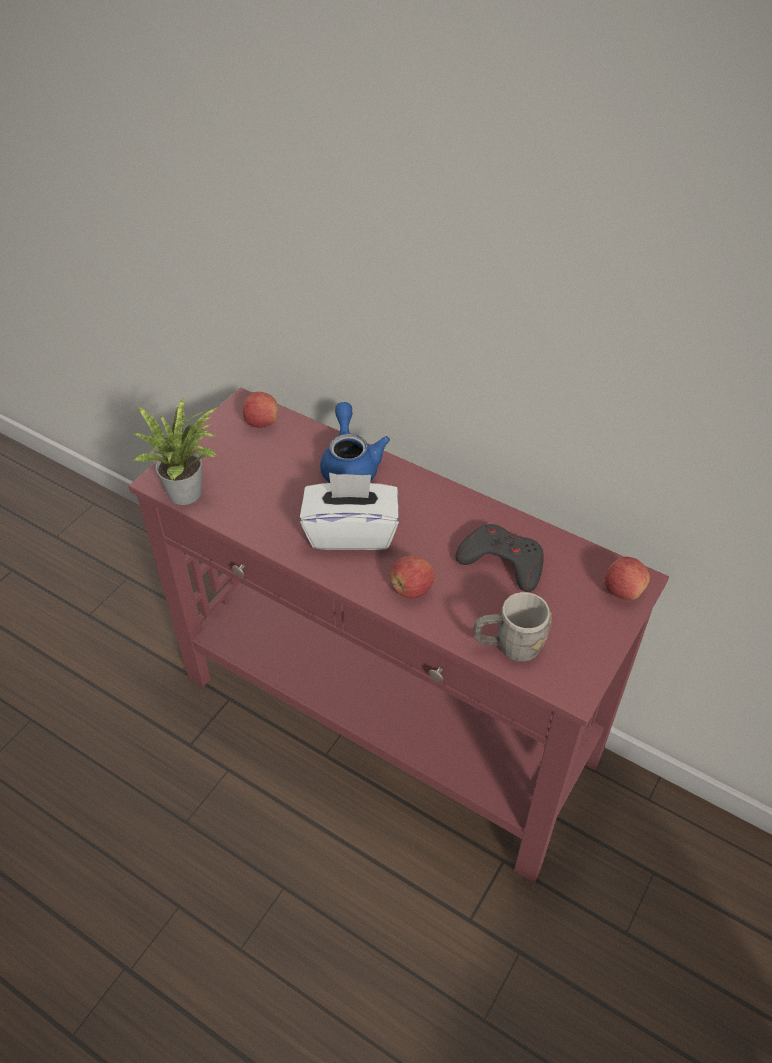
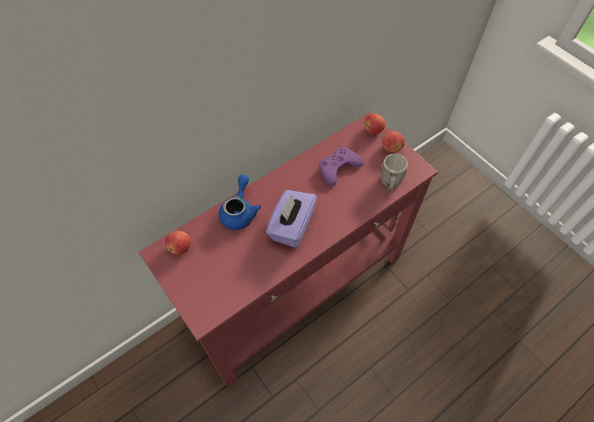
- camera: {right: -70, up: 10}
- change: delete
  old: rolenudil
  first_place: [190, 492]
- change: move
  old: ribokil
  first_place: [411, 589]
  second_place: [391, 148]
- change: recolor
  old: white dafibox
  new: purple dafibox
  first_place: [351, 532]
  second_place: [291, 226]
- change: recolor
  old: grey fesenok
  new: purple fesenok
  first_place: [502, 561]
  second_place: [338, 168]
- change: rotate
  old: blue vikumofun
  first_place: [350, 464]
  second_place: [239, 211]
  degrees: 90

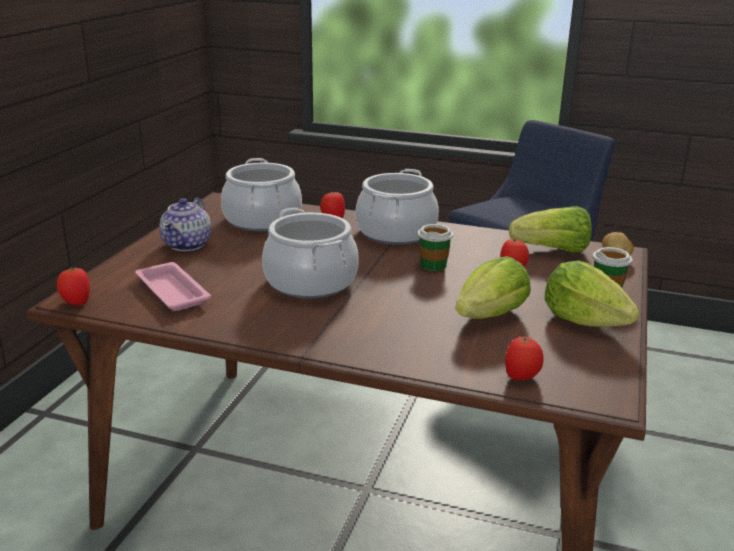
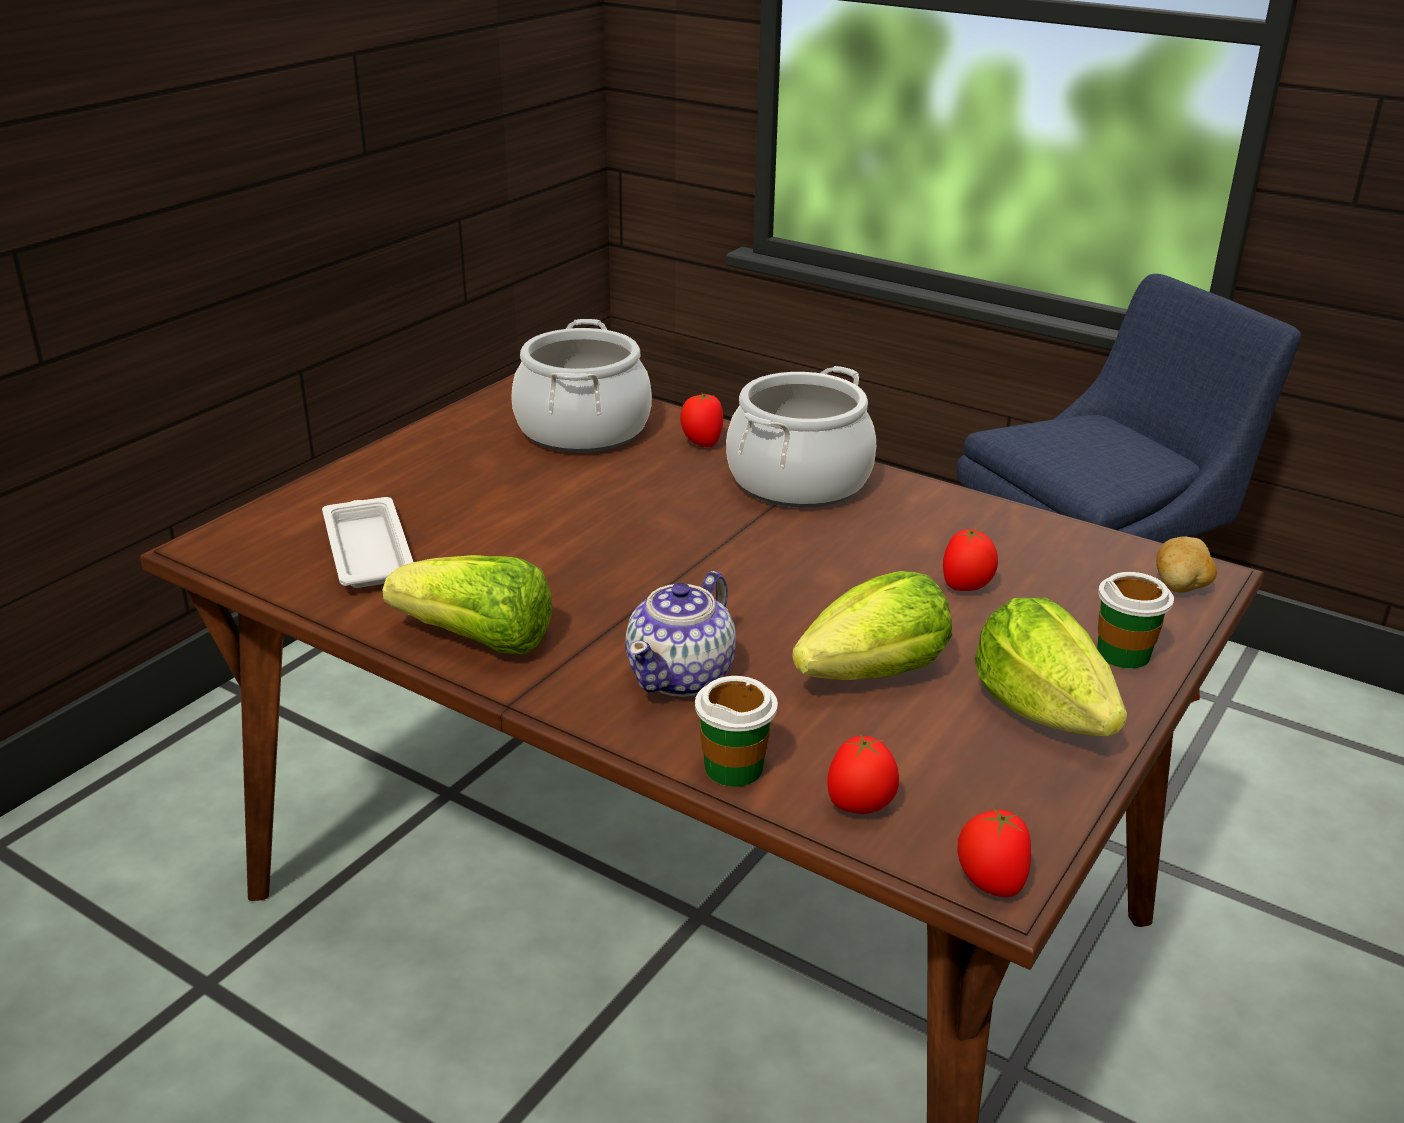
- camera: {right: 15, up: 5}
- change: delete
  old: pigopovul
  first_place: [310, 282]
- change: move
  old: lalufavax
  first_place: [76, 303]
  second_place: [989, 884]
- change: move
  old: vikumofun
  first_place: [188, 244]
  second_place: [682, 675]
- change: move
  old: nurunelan
  first_place: [433, 265]
  second_place: [734, 767]
- change: move
  old: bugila
  first_place: [552, 251]
  second_place: [478, 641]
- change: recolor
  old: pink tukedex
  new: white tukedex
  first_place: [172, 291]
  second_place: [368, 550]

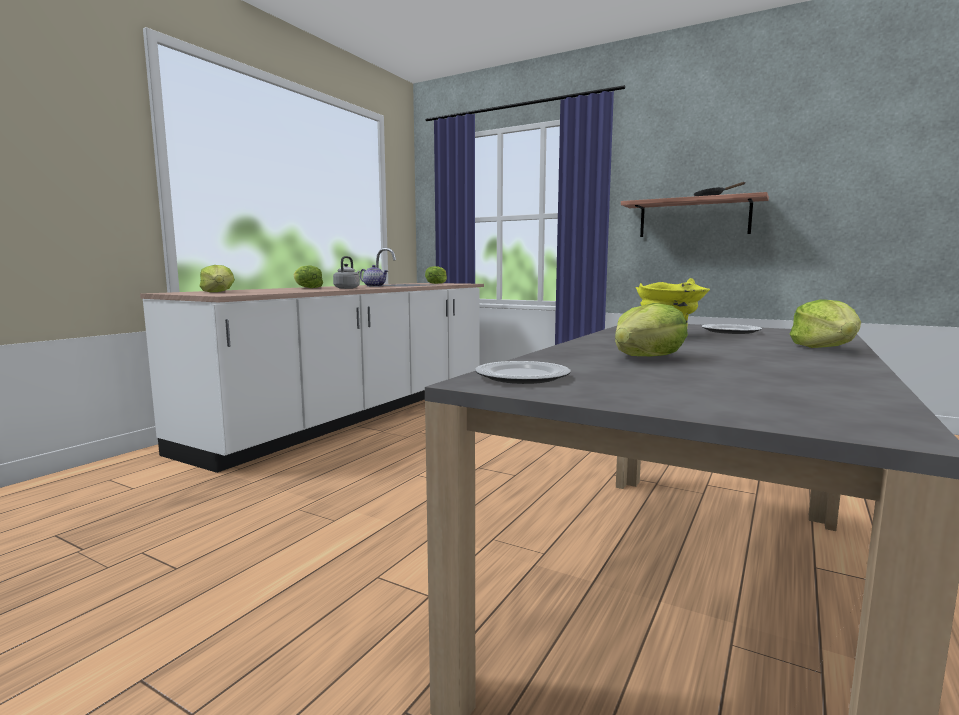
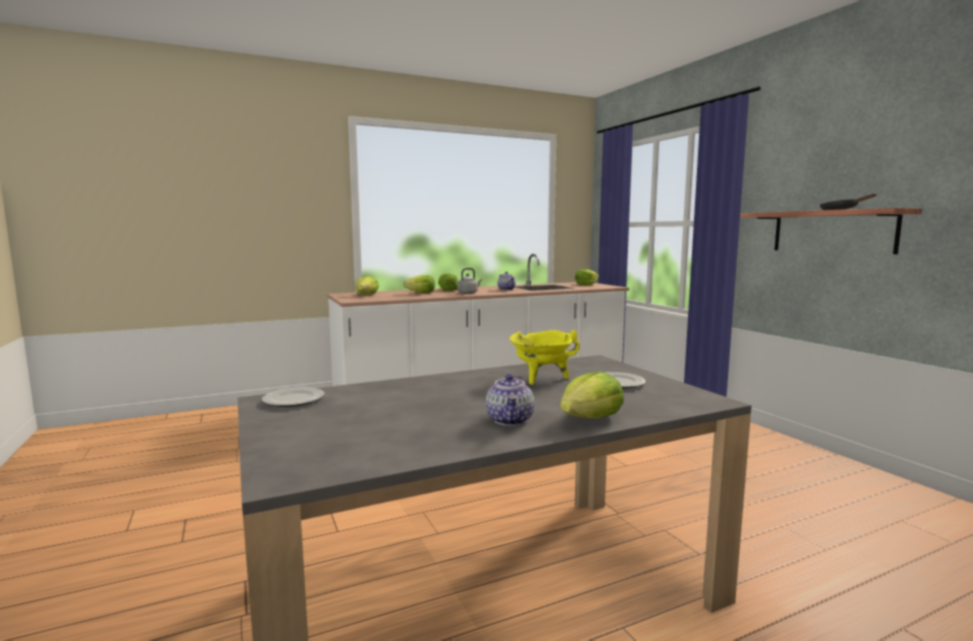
- camera: {right: 35, up: 0}
- change: insert
  new: vikumofun
  second_place: [510, 420]
- change: move
  old: bugila
  first_place: [646, 358]
  second_place: [421, 293]

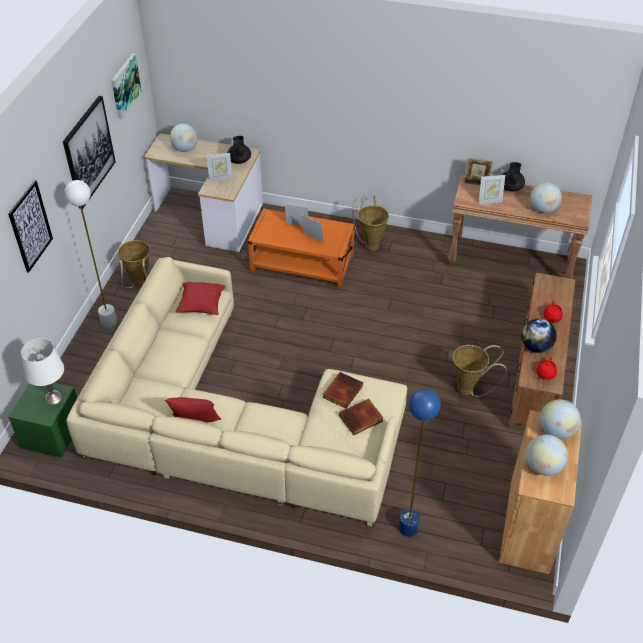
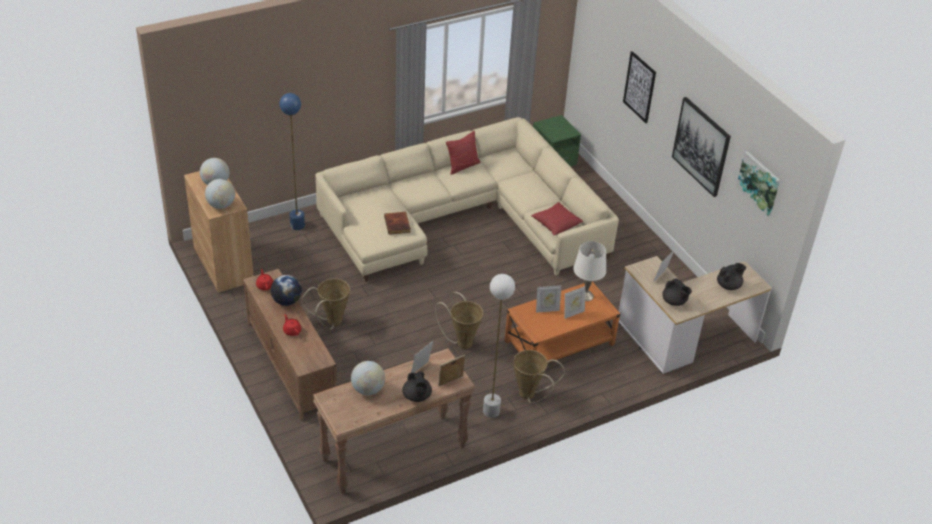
- camera: {right: 135, up: -5}
- change: delete
  old: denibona
  first_place: [361, 419]
- change: move
  old: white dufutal
  first_place: [53, 397]
  second_place: [586, 295]
- change: move
  old: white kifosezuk
  first_place: [109, 321]
  second_place: [491, 411]
- change: move
  old: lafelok
  first_place: [140, 285]
  second_place: [462, 342]
- change: replace
  old: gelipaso
  new: black vikumofun
  first_place: [185, 149]
  second_place: [729, 285]

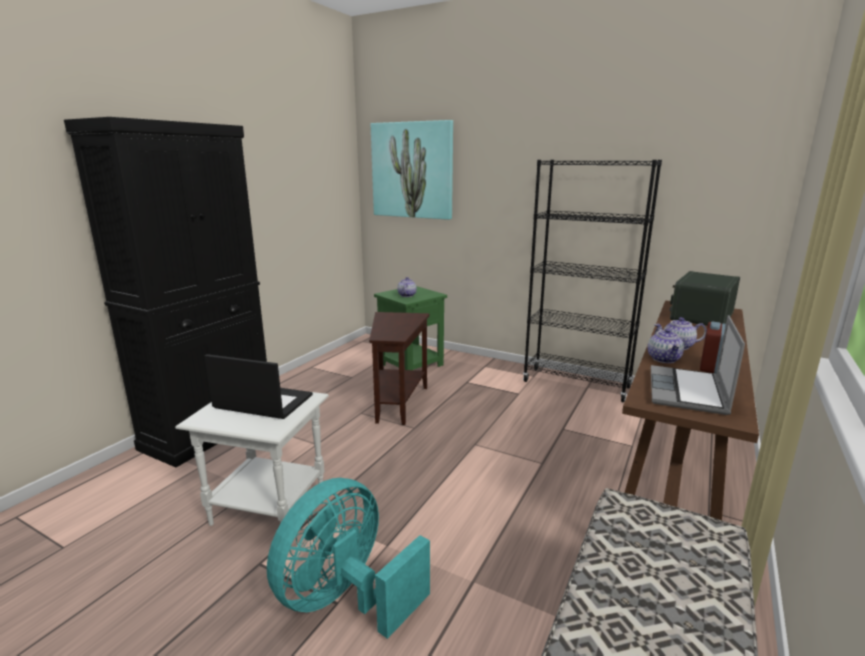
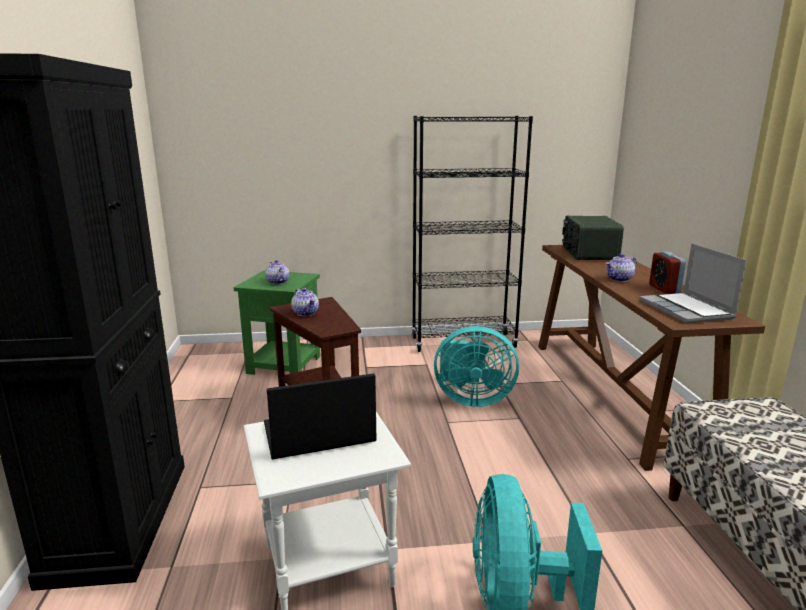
- camera: {right: -35, up: 0}
- change: delete
  old: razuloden
  first_place: [412, 170]
- change: insert
  new: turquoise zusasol
  second_place: [471, 399]
- change: move
  old: vikumofun
  first_place: [664, 359]
  second_place: [306, 313]

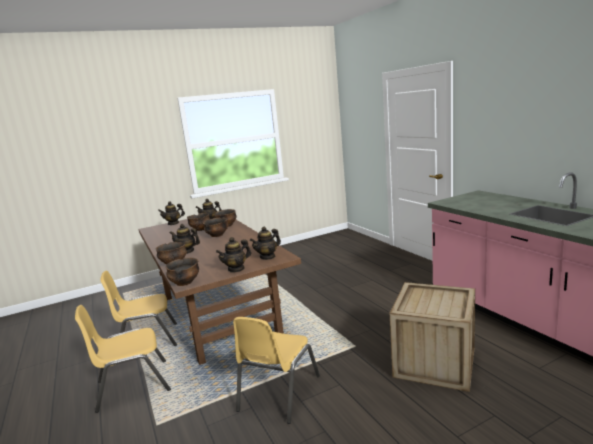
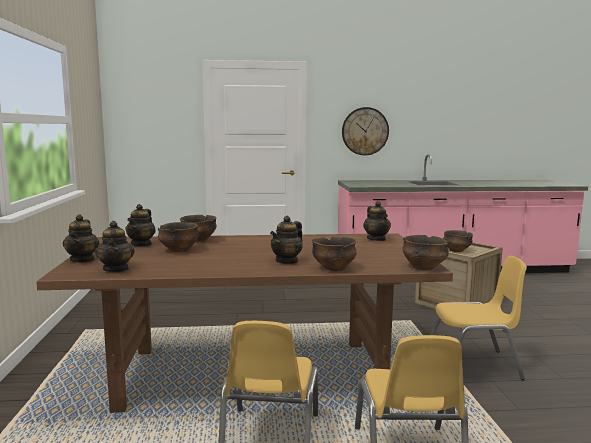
- camera: {right: -70, up: -5}
- change: insert
  new: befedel
  second_place: [365, 131]
- change: move
  old: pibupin
  first_place: [217, 235]
  second_place: [456, 250]
- change: move
  old: vikumofun
  first_place: [236, 269]
  second_place: [116, 269]
- change: rotate
  old: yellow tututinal
  first_place: [278, 393]
  second_place: [472, 365]
  degrees: -45

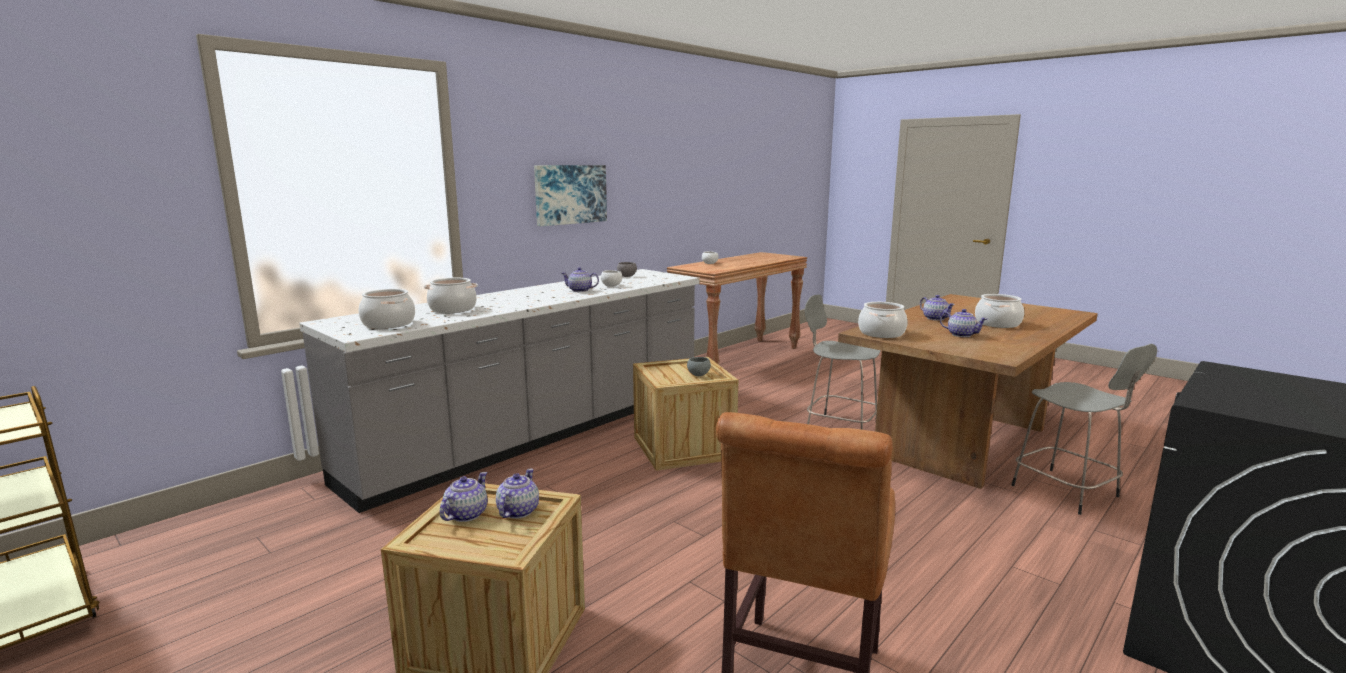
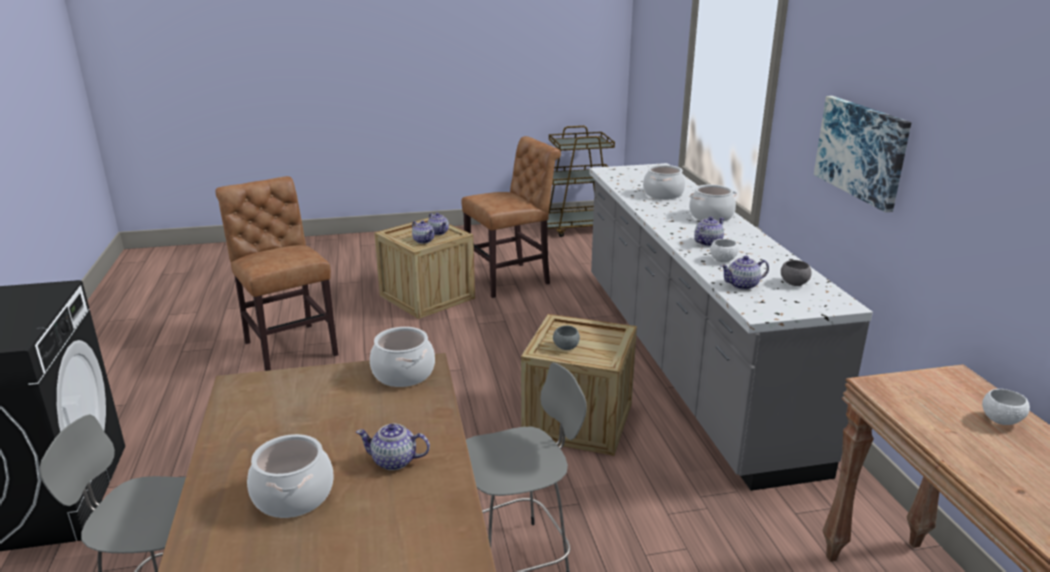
- camera: {right: 125, up: 10}
- change: insert
  new: brown tututinal
  second_place: [512, 279]
- change: move
  old: pigopovul
  first_place: [389, 324]
  second_place: [711, 216]
- change: move
  old: vikumofun
  first_place: [961, 335]
  second_place: [743, 285]

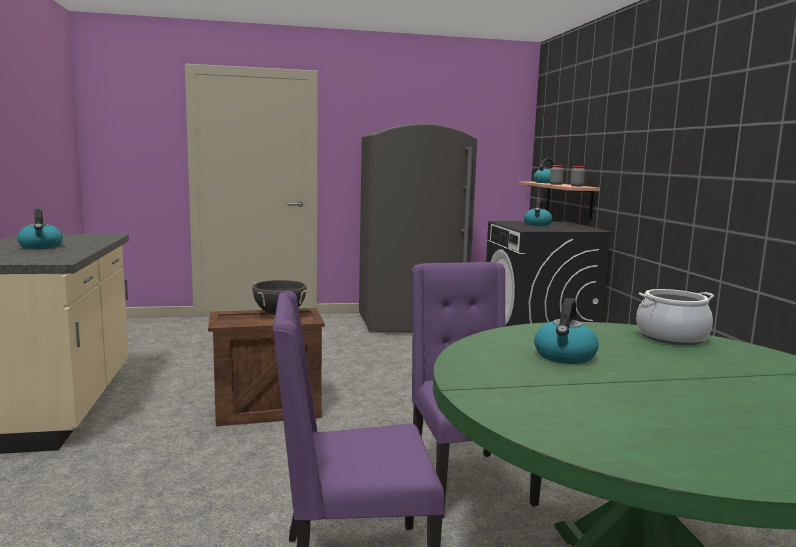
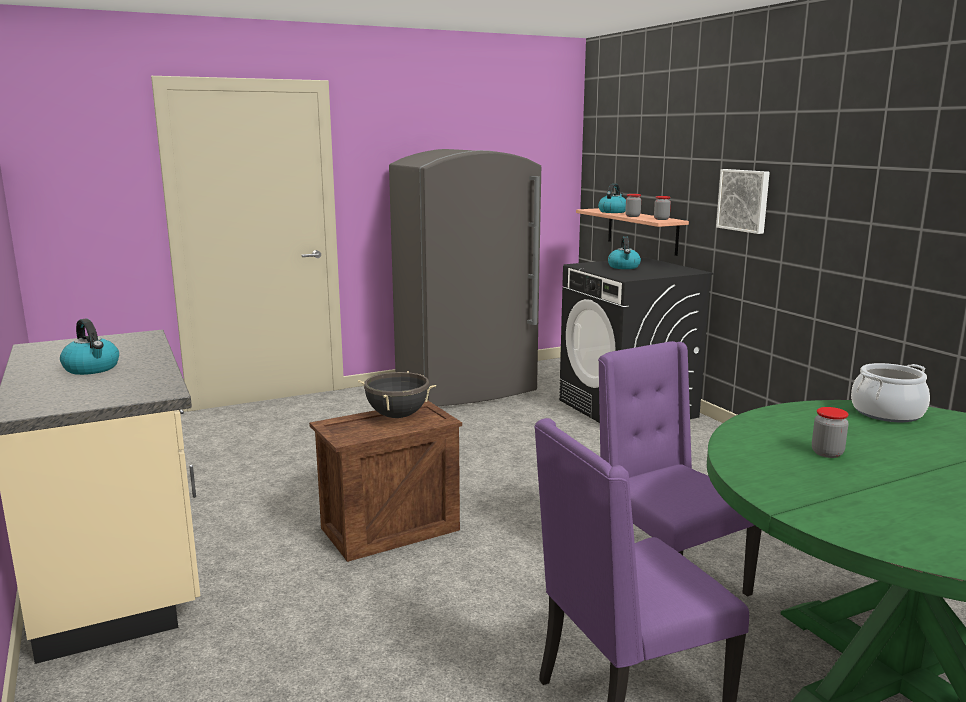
- camera: {right: -15, up: 5}
- change: insert
  new: razuloden
  second_place: [744, 200]
- change: replace
  old: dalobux
  new: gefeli
  first_place: [565, 356]
  second_place: [827, 453]

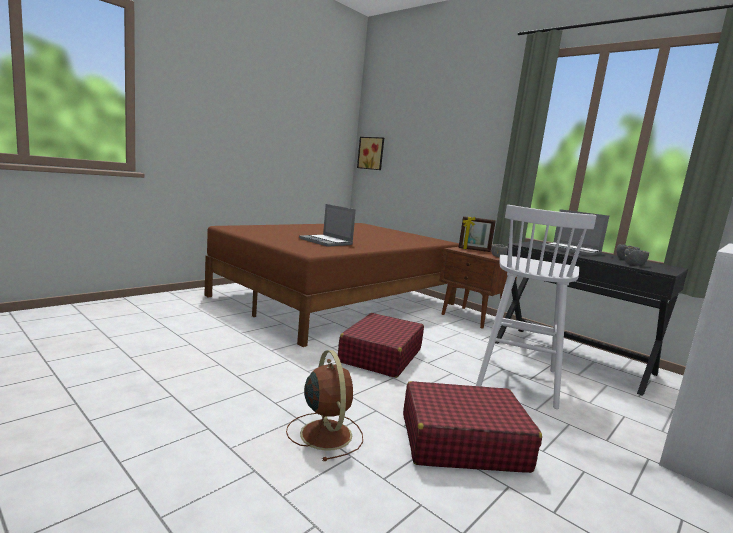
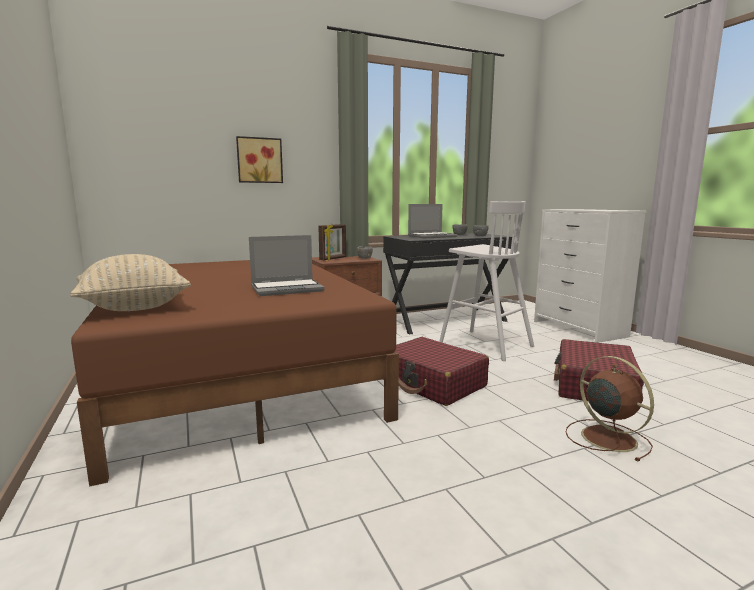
- camera: {right: -65, up: 0}
- change: insert
  new: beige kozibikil
  second_place: [134, 307]
- change: move
  old: razuloden
  first_place: [371, 153]
  second_place: [259, 160]
- change: rotate
  old: brown zusasol
  first_place: [325, 433]
  second_place: [606, 437]
  degrees: 60

